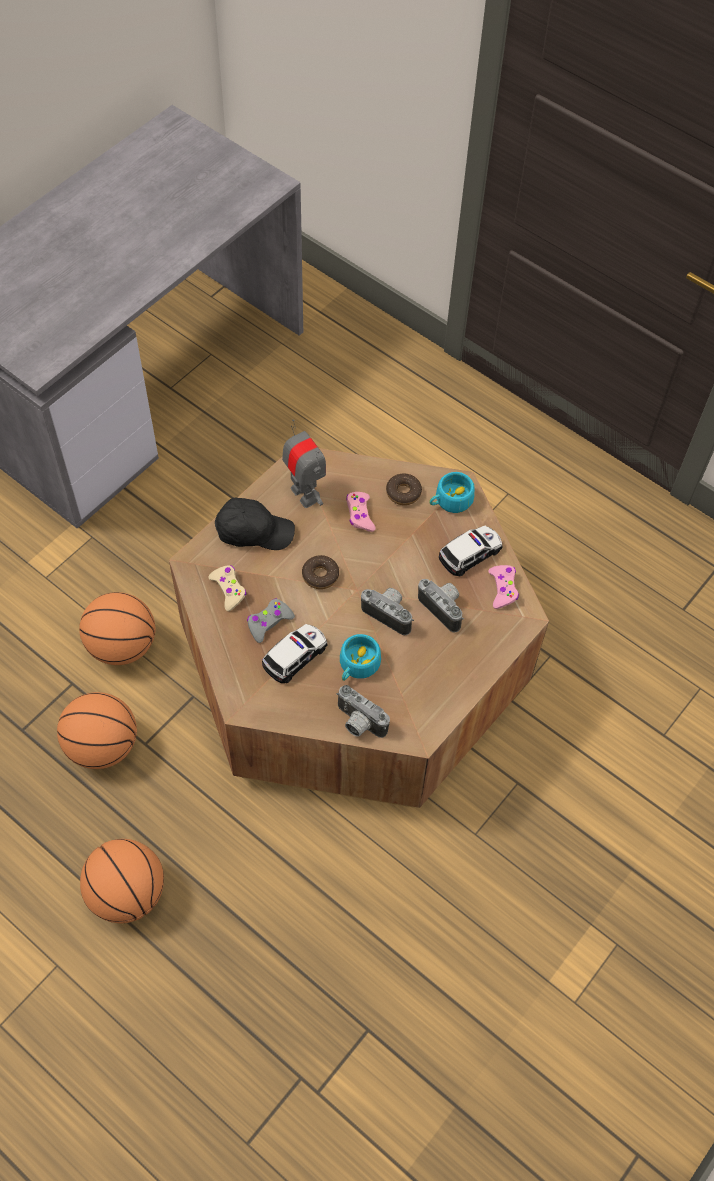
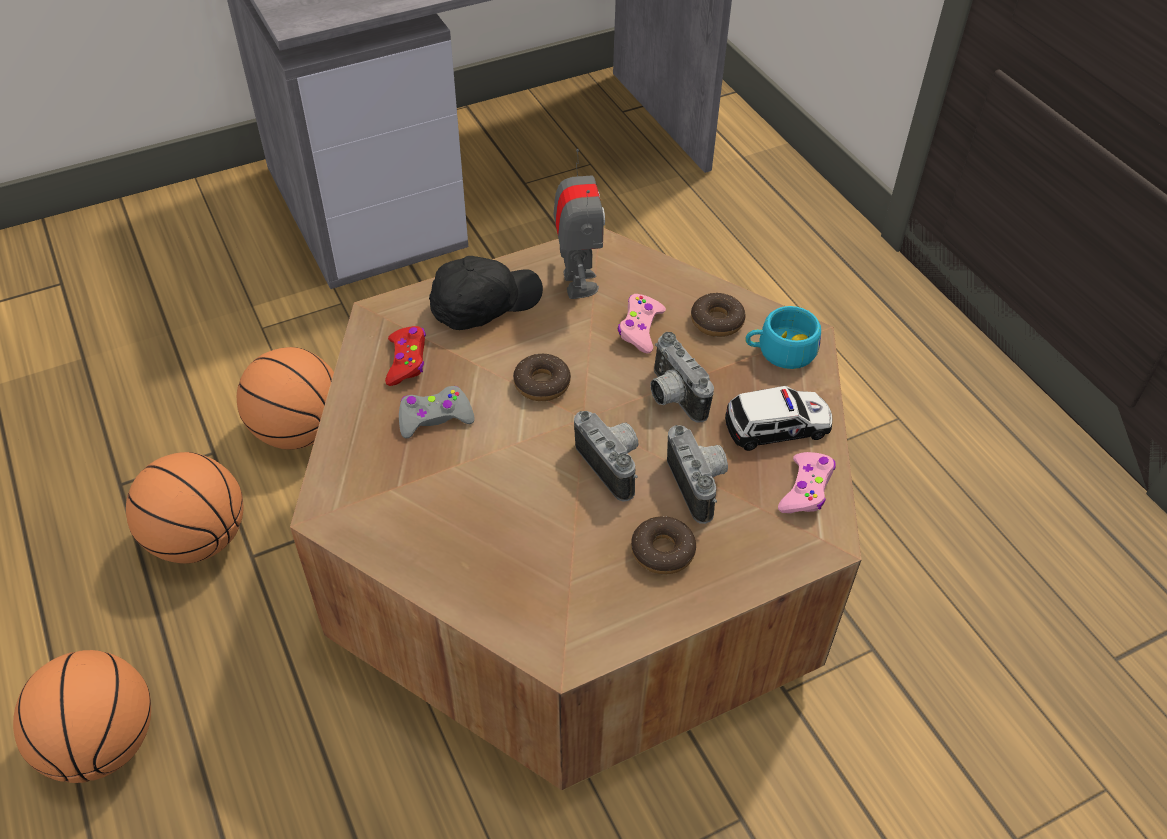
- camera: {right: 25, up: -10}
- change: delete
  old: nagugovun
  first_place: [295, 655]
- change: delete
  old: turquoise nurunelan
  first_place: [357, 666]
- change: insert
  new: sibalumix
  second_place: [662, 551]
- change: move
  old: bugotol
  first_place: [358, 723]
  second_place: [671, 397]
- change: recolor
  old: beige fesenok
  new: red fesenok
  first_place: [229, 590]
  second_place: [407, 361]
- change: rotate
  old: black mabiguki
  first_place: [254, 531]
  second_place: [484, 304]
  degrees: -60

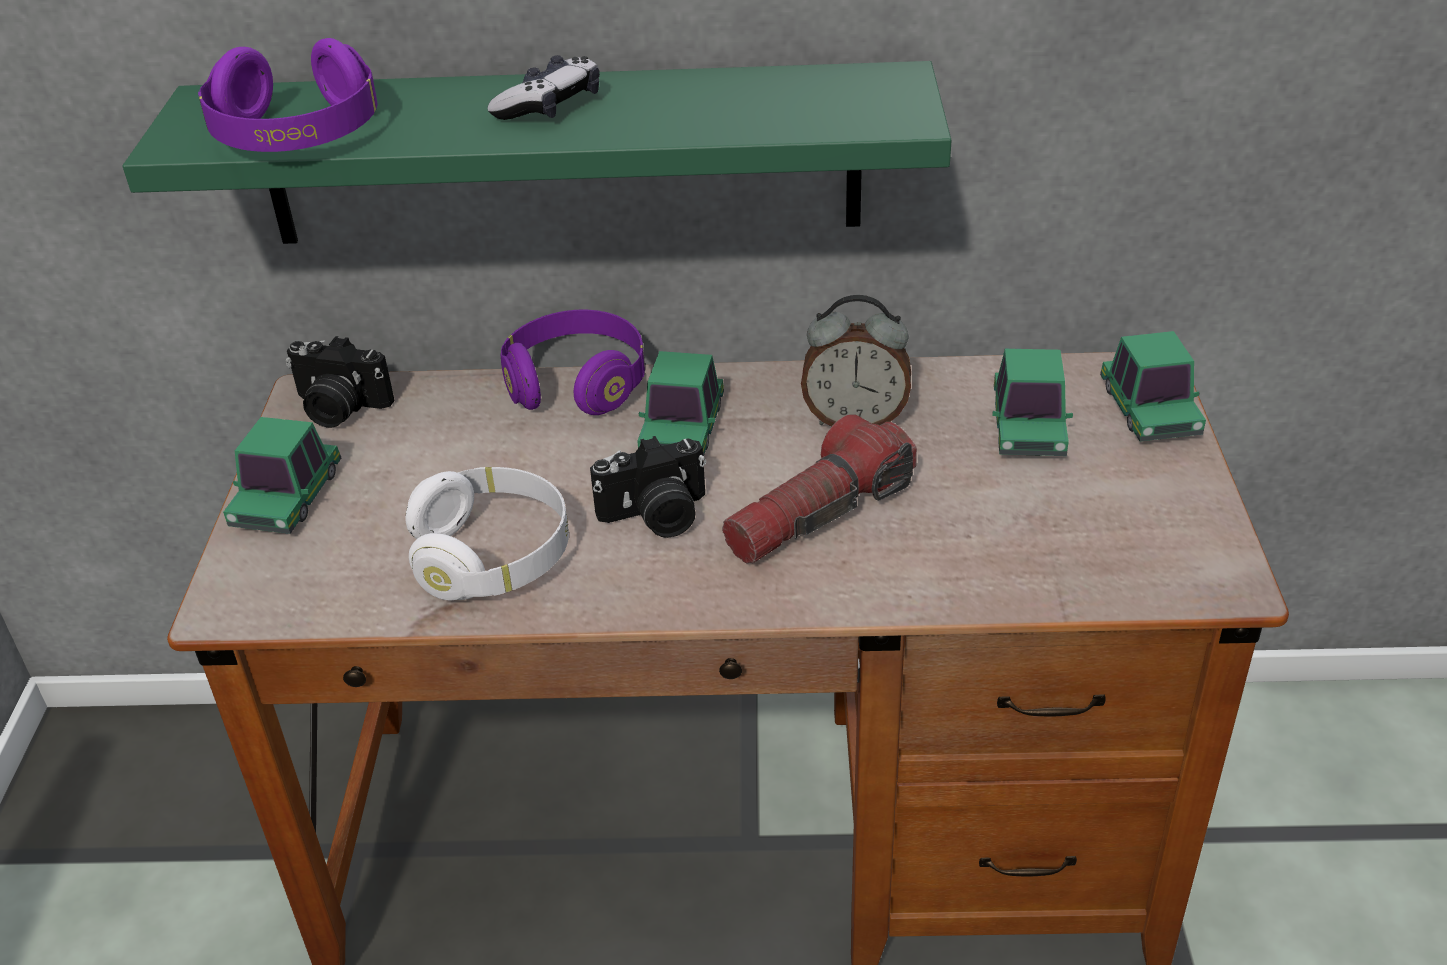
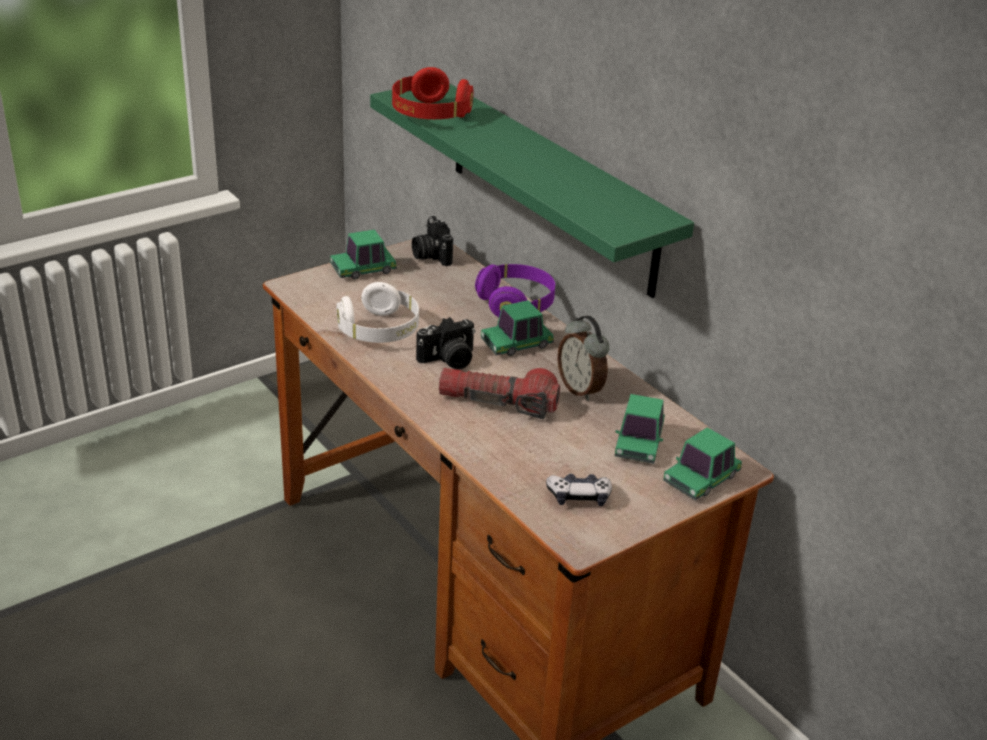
- camera: {right: 50, up: -5}
- change: move
  old: fesenok
  first_place: [550, 107]
  second_place: [579, 497]
- change: recolor
  old: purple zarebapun
  new: red zarebapun
  first_place: [297, 136]
  second_place: [430, 114]
- change: rotate
  old: bugotol
  first_place: [656, 516]
  second_place: [448, 360]
  degrees: -60
- change: rotate
  old: nagugovun
  first_place: [1028, 427]
  second_place: [638, 443]
  degrees: -45

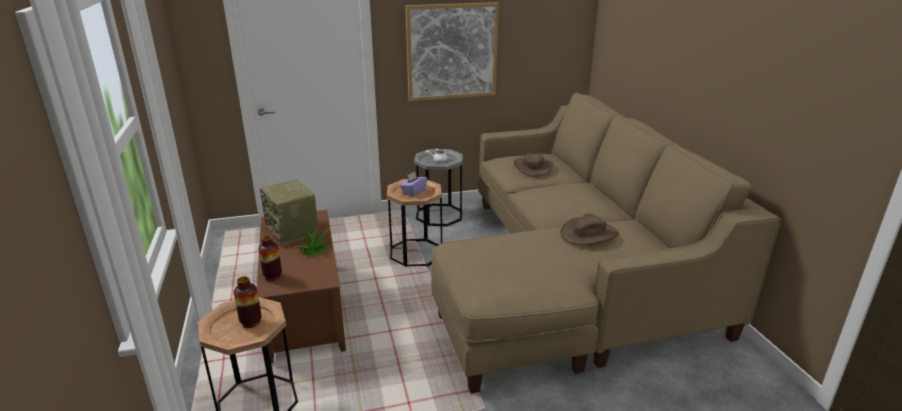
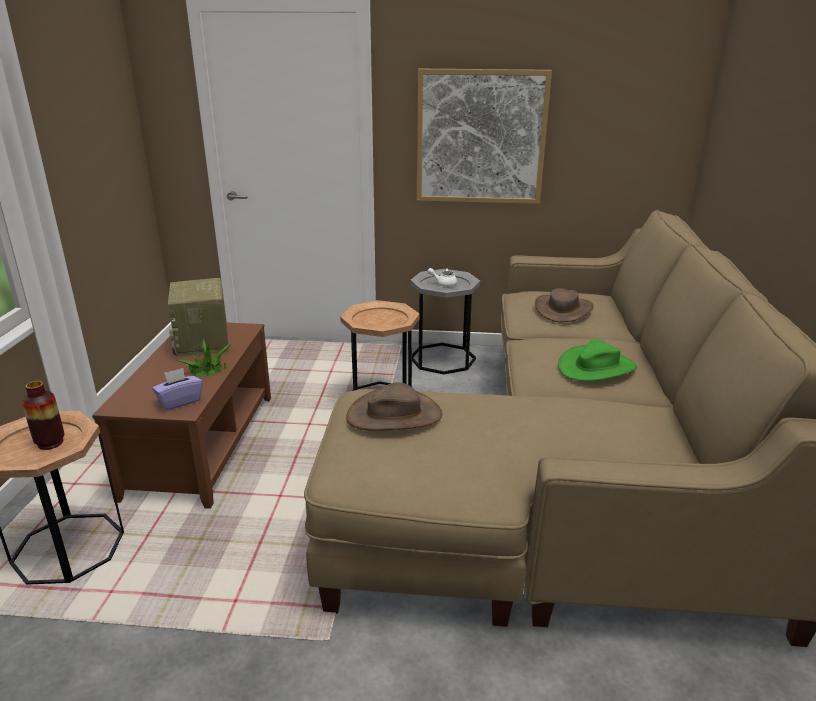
- camera: {right: 20, up: 0}
- change: delete
  old: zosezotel
  first_place: [272, 276]
- change: insert
  new: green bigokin
  second_place: [596, 367]
- change: move
  old: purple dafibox
  first_place: [413, 192]
  second_place: [180, 401]
- change: move
  old: brown bigokin
  first_place: [589, 234]
  second_place: [394, 415]

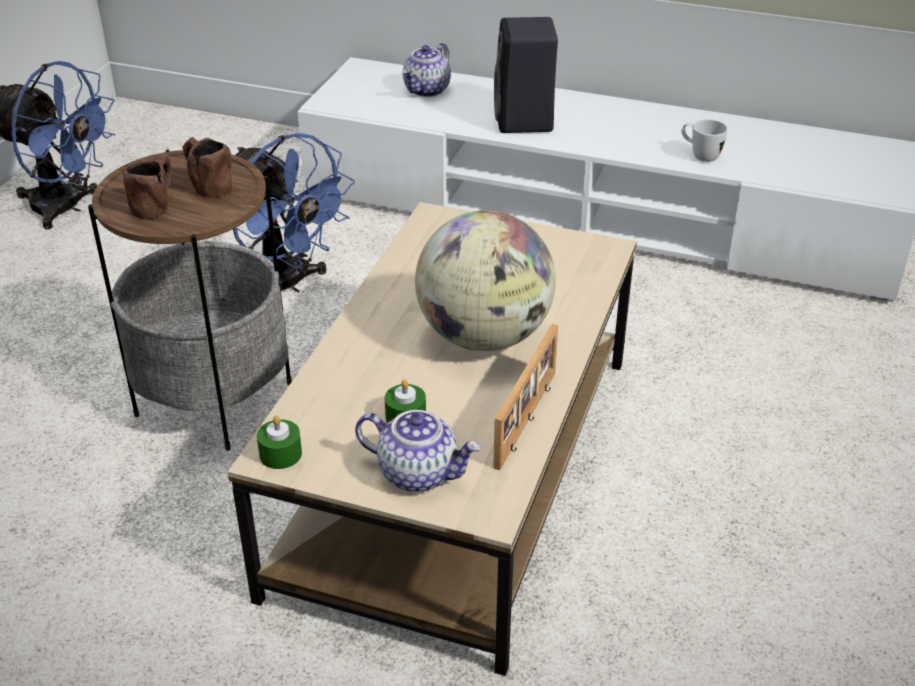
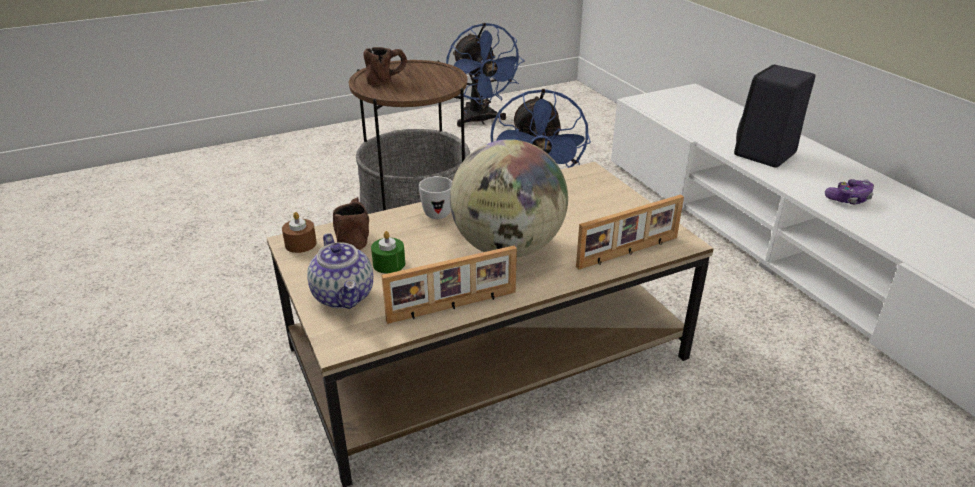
- camera: {right: 45, up: -5}
- change: delete
  old: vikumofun
  first_place: [427, 90]
- change: insert
  new: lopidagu
  second_place: [629, 253]
- change: insert
  new: fesenok
  second_place: [848, 199]
- change: move
  old: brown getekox
  first_place: [206, 184]
  second_place: [354, 238]
- change: move
  old: white getekox
  first_place: [700, 155]
  second_place: [437, 211]
- change: recolor
  old: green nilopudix
  new: brown nilopudix
  first_place: [280, 454]
  second_place: [300, 244]

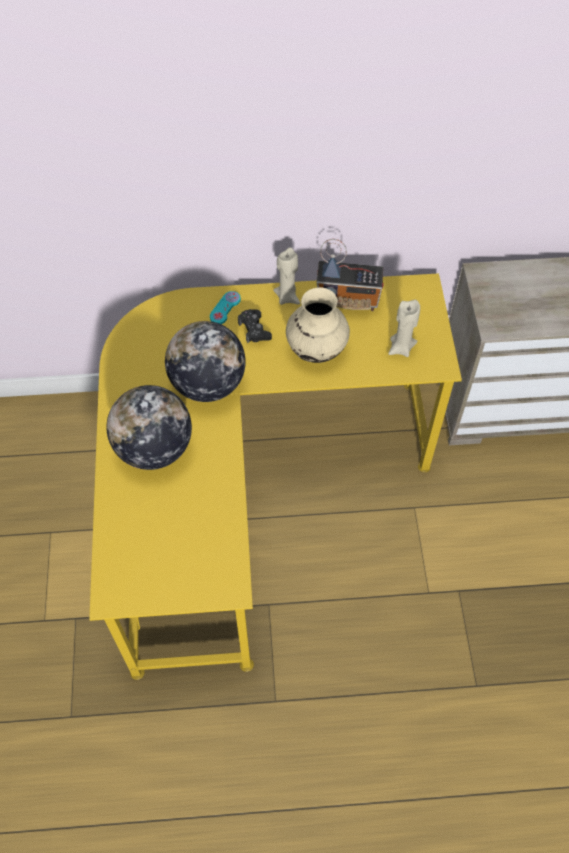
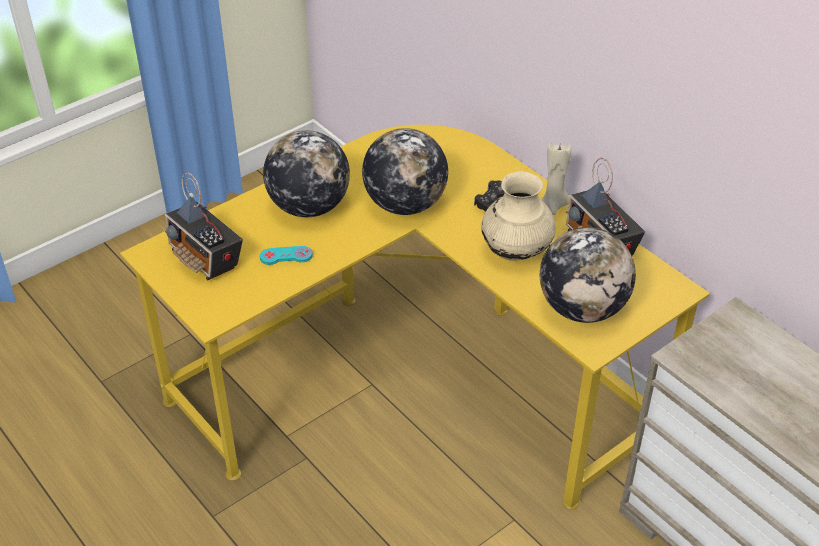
- camera: {right: 55, up: -15}
- change: insert
  new: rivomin
  second_place: [206, 259]
- change: move
  old: turquoise fesenok
  first_place: [225, 308]
  second_place: [286, 256]
- change: replace
  old: beige nilopudix
  new: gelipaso
  first_place: [401, 348]
  second_place: [582, 308]

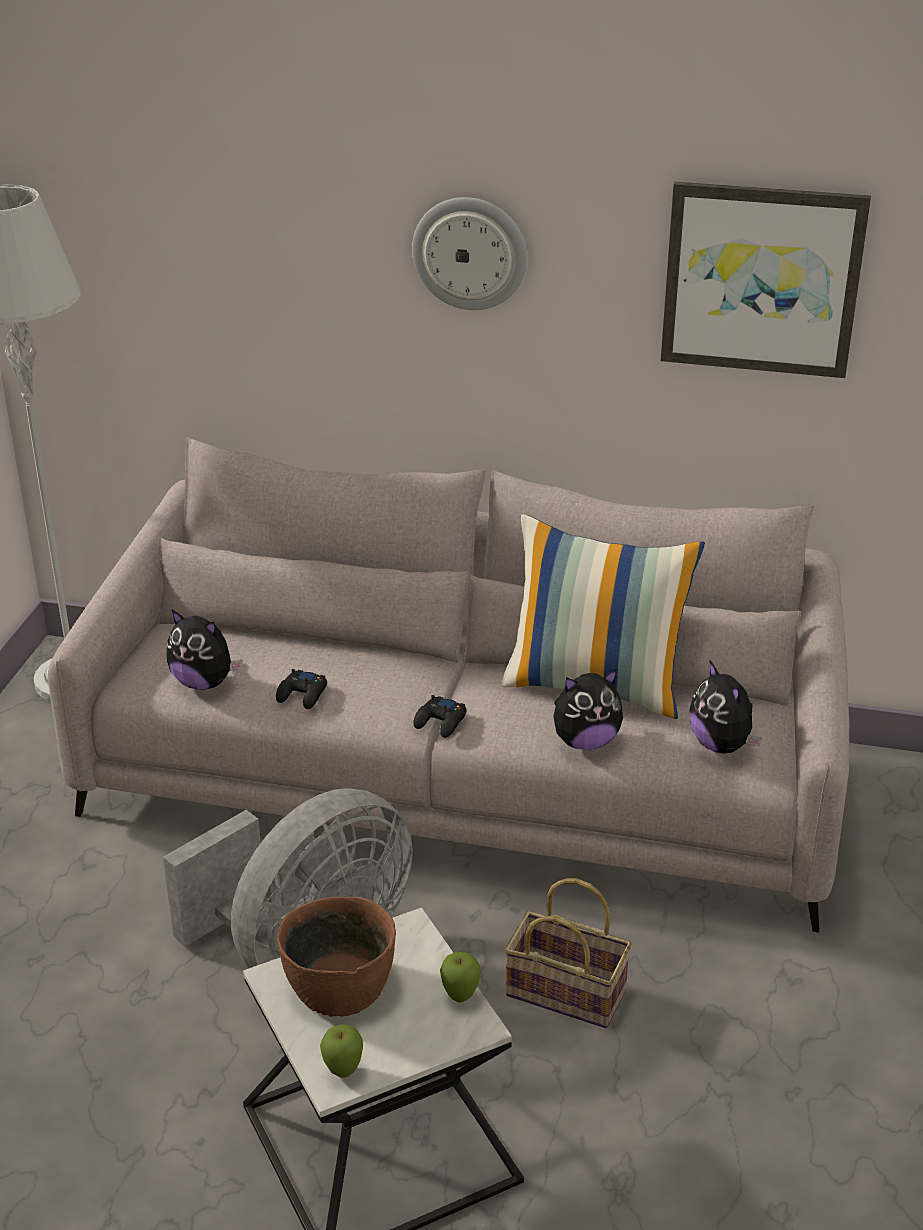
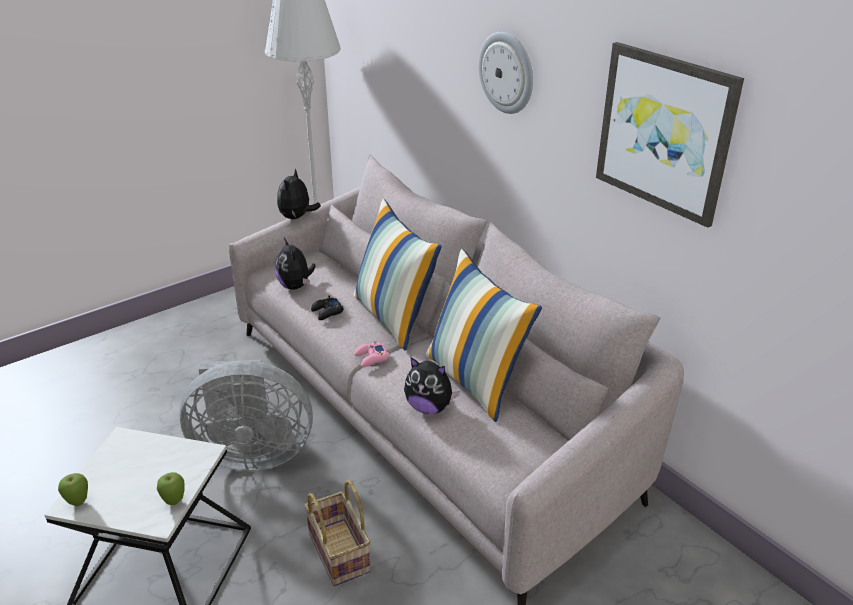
- camera: {right: 40, up: 0}
- change: delete
  old: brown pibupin
  first_place: [338, 984]
- change: insert
  new: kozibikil
  second_place: [394, 317]
- change: move
  old: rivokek
  first_place: [722, 745]
  second_place: [297, 217]
- change: recolor
  old: black fesenok
  new: pink fesenok
  first_place: [440, 722]
  second_place: [371, 358]

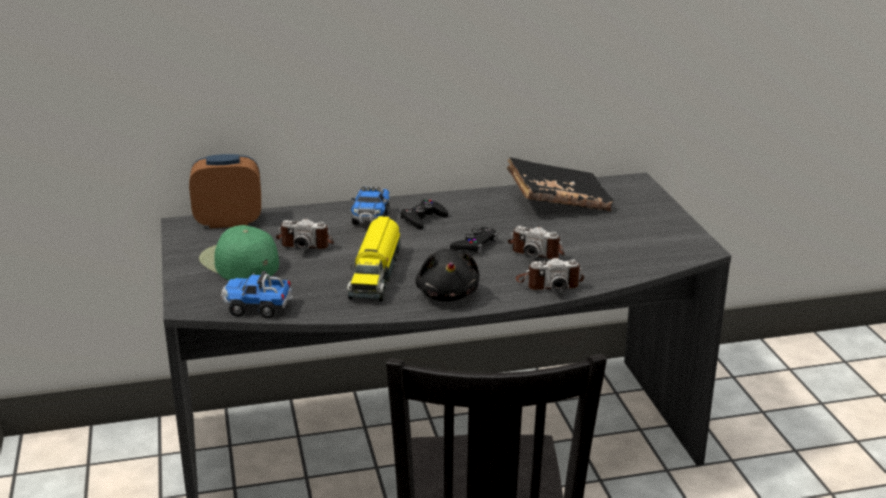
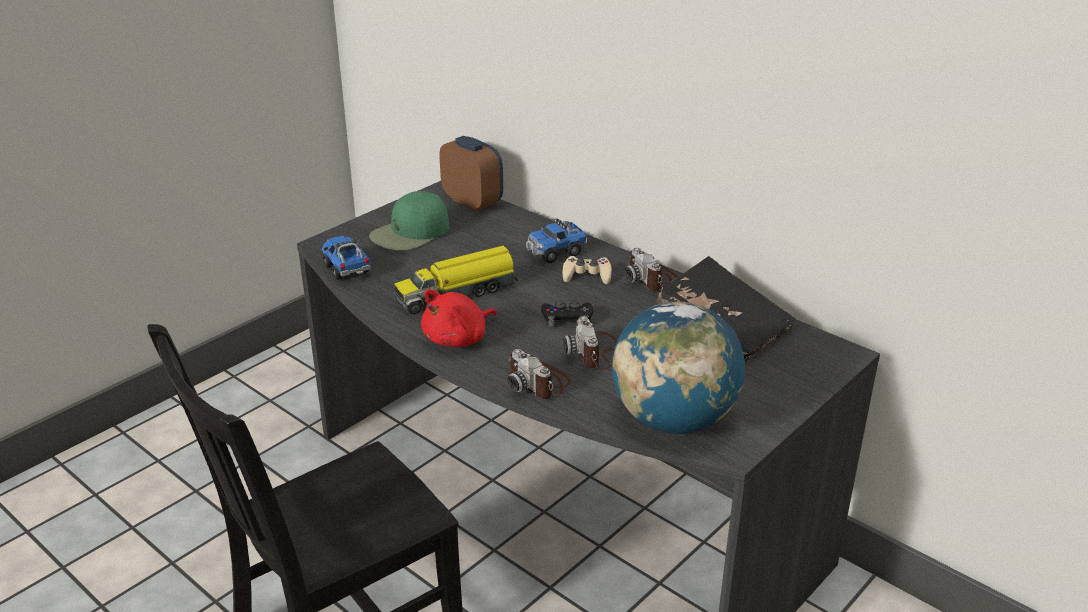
- camera: {right: 55, up: 5}
- change: insert
  new: gelipaso
  second_place: [674, 420]
- change: move
  old: bugotol
  first_place: [306, 243]
  second_place: [652, 278]
- change: recolor
  old: black fesenok
  new: beige fesenok
  first_place: [423, 219]
  second_place: [587, 275]
- change: recolor
  old: black rivokek
  new: red rivokek
  first_place: [447, 294]
  second_place: [458, 339]
- change: rotate
  old: green mabiguki
  first_place: [239, 262]
  second_place: [410, 233]
  degrees: -150

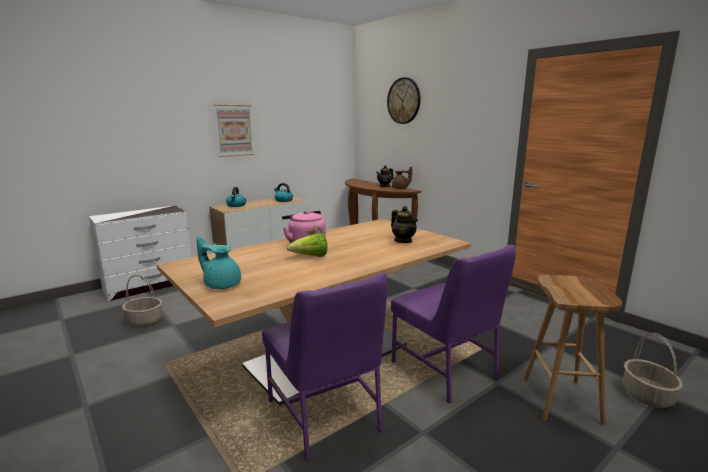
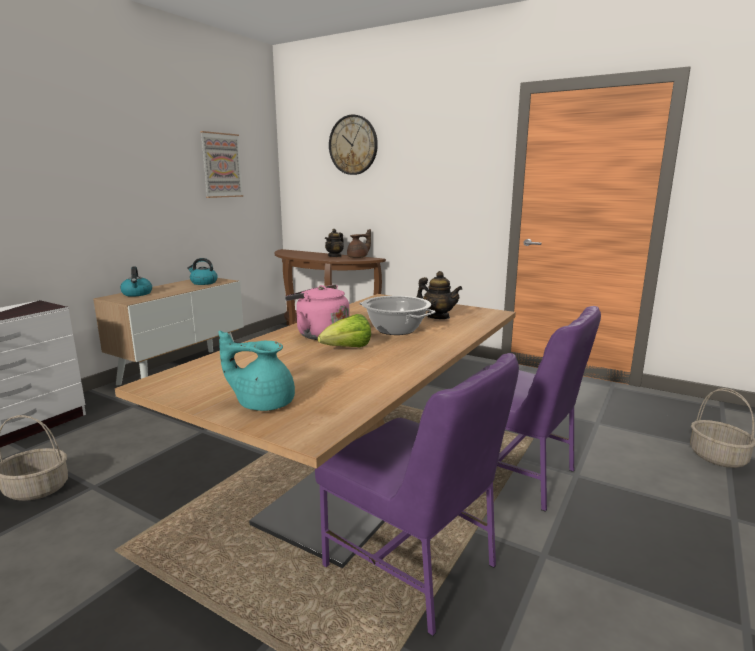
- camera: {right: -20, up: 0}
- change: delete
  old: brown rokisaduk
  first_place: [562, 400]
- change: insert
  new: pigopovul
  second_place: [396, 330]
- change: move
  old: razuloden
  first_place: [234, 130]
  second_place: [221, 165]

